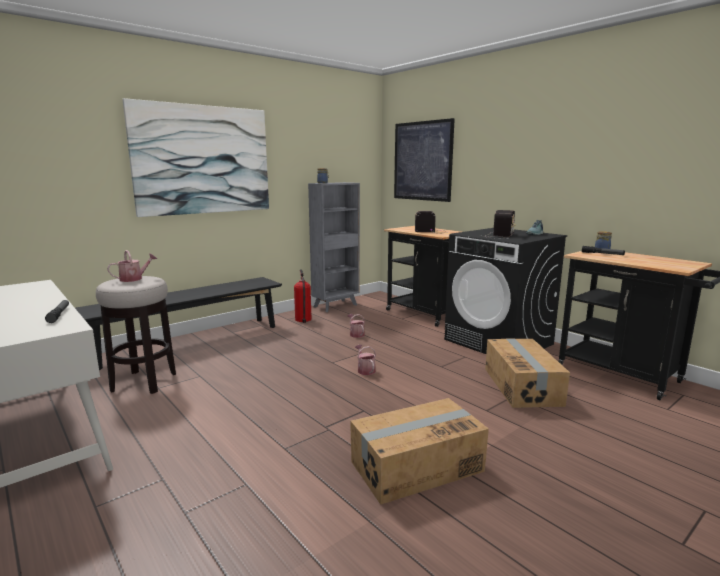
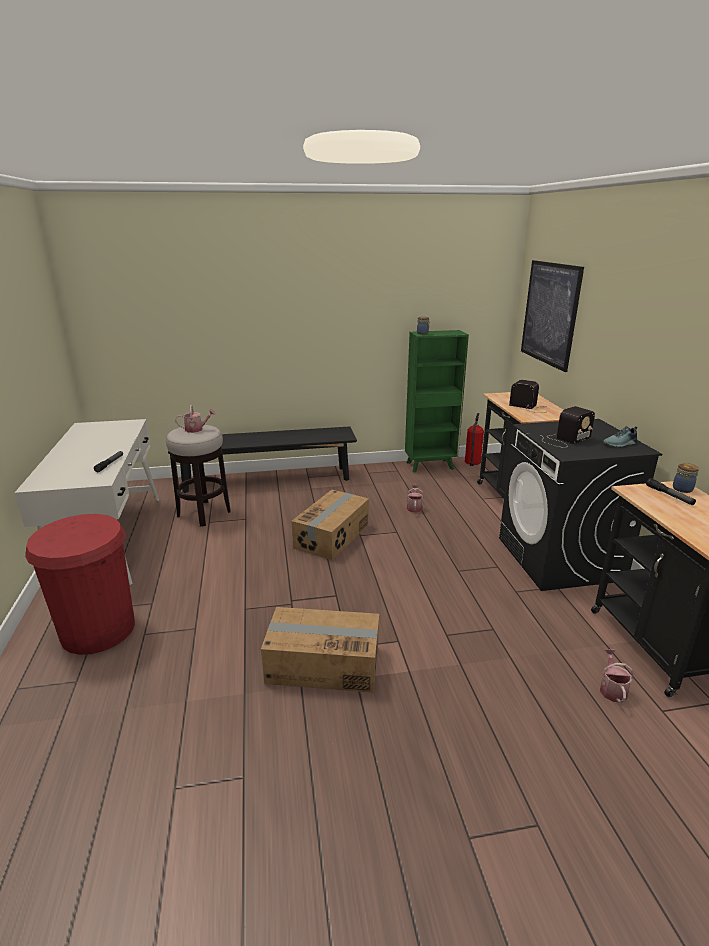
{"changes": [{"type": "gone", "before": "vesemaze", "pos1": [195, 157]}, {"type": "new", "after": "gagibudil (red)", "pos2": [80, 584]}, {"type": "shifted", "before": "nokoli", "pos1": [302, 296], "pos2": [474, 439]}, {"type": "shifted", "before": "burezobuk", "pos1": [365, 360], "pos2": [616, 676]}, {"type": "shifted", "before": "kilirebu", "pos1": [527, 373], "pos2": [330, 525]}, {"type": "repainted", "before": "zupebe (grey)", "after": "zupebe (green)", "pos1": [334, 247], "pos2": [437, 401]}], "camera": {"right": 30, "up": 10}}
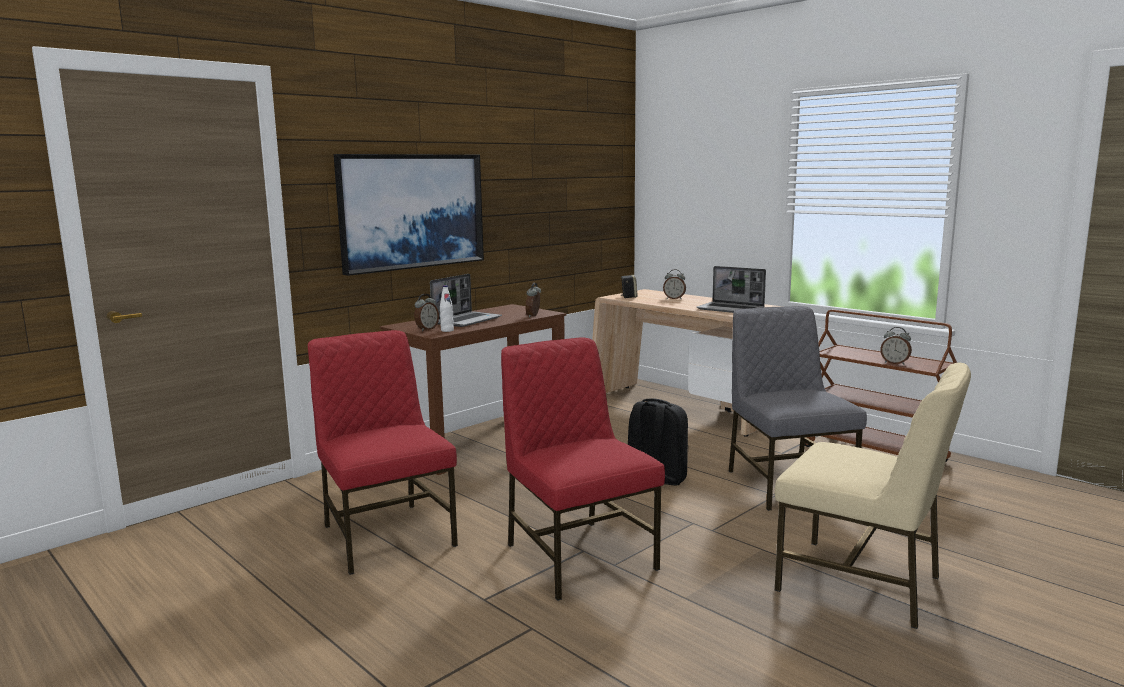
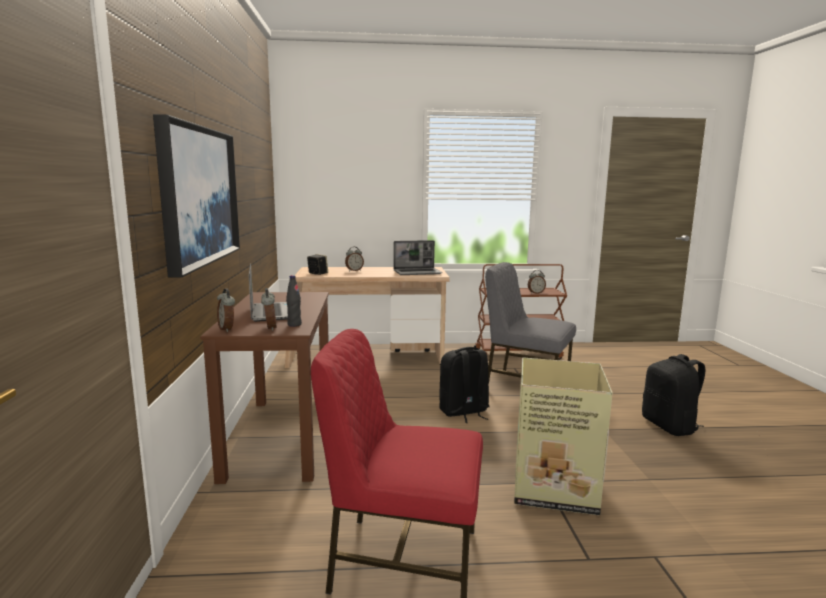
{"changes": [{"type": "shifted", "before": "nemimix", "pos1": [533, 300], "pos2": [226, 310]}, {"type": "swapped", "before": "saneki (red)", "after": "kilirebu", "pos1": [583, 469], "pos2": [563, 436]}, {"type": "swapped", "before": "saneki (beige)", "after": "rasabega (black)", "pos1": [873, 496], "pos2": [673, 395]}, {"type": "repainted", "before": "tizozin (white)", "after": "tizozin (black)", "pos1": [447, 308], "pos2": [294, 301]}], "camera": {"right": -50, "up": 0}}
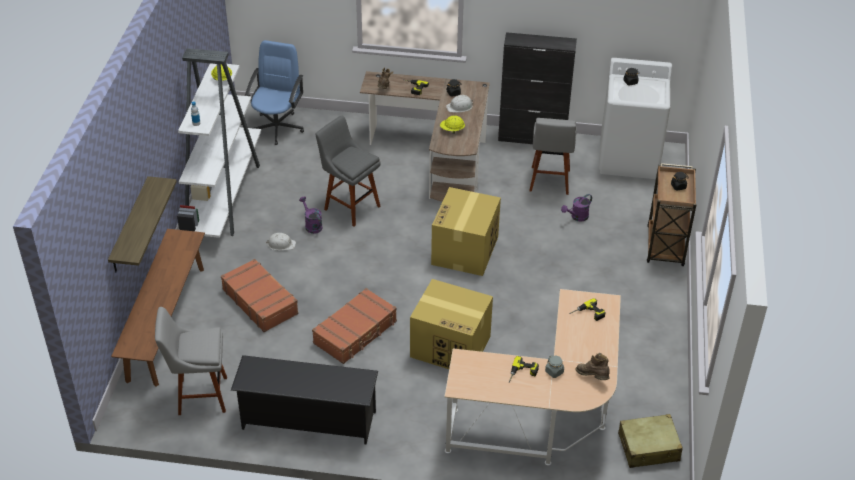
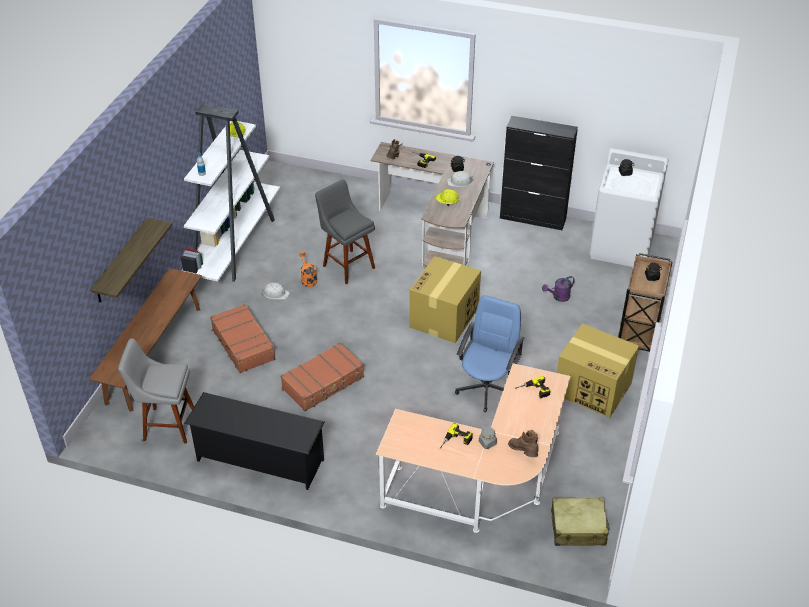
{"changes": [{"type": "gone", "before": "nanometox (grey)", "pos1": [552, 156]}, {"type": "shifted", "before": "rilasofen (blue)", "pos1": [274, 92], "pos2": [489, 353]}, {"type": "shifted", "before": "kilirebu", "pos1": [451, 324], "pos2": [598, 370]}, {"type": "repainted", "before": "burezobuk (purple)", "after": "burezobuk (orange)", "pos1": [311, 215], "pos2": [308, 269]}], "camera": {"right": 10, "up": 0}}
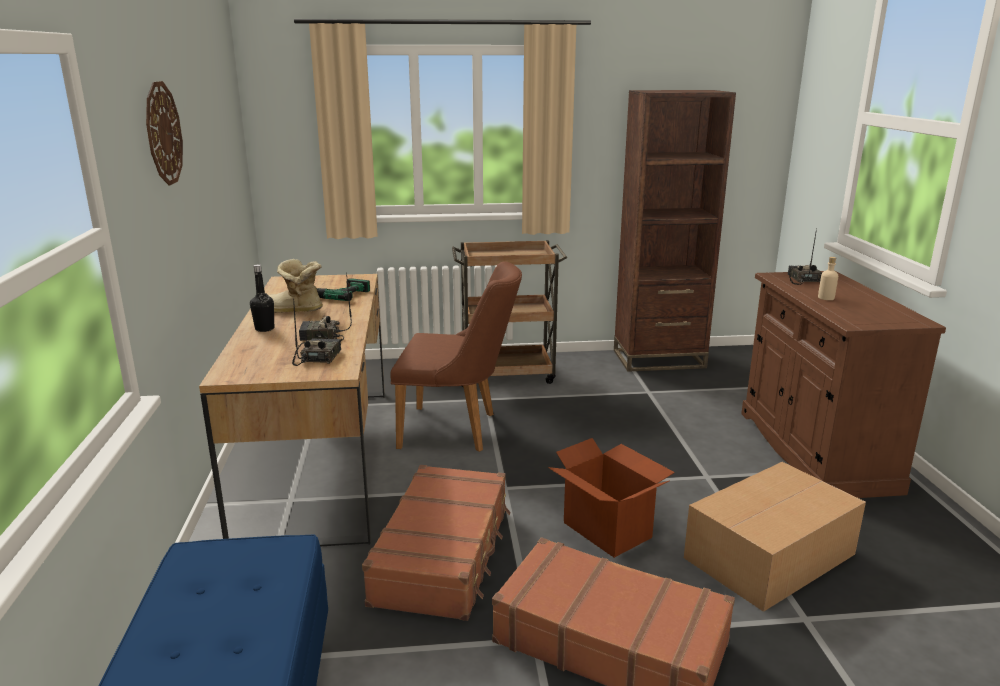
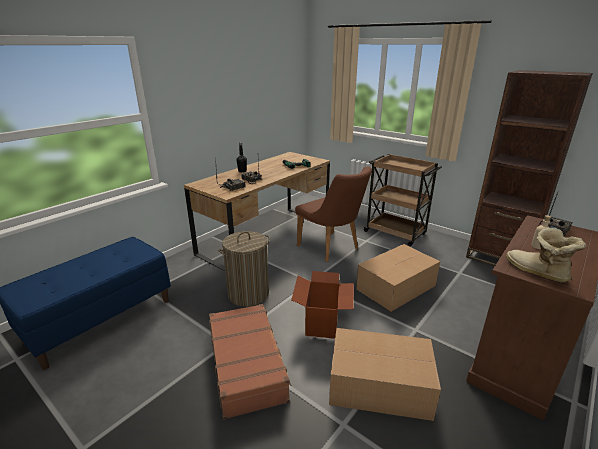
{"changes": [{"type": "gone", "before": "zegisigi", "pos1": [164, 133]}, {"type": "new", "after": "kilirebu", "pos2": [398, 278]}, {"type": "shifted", "before": "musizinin", "pos1": [296, 286], "pos2": [546, 255]}, {"type": "swapped", "before": "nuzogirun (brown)", "after": "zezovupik", "pos1": [436, 543], "pos2": [244, 268]}], "camera": {"right": 45, "up": 5}}
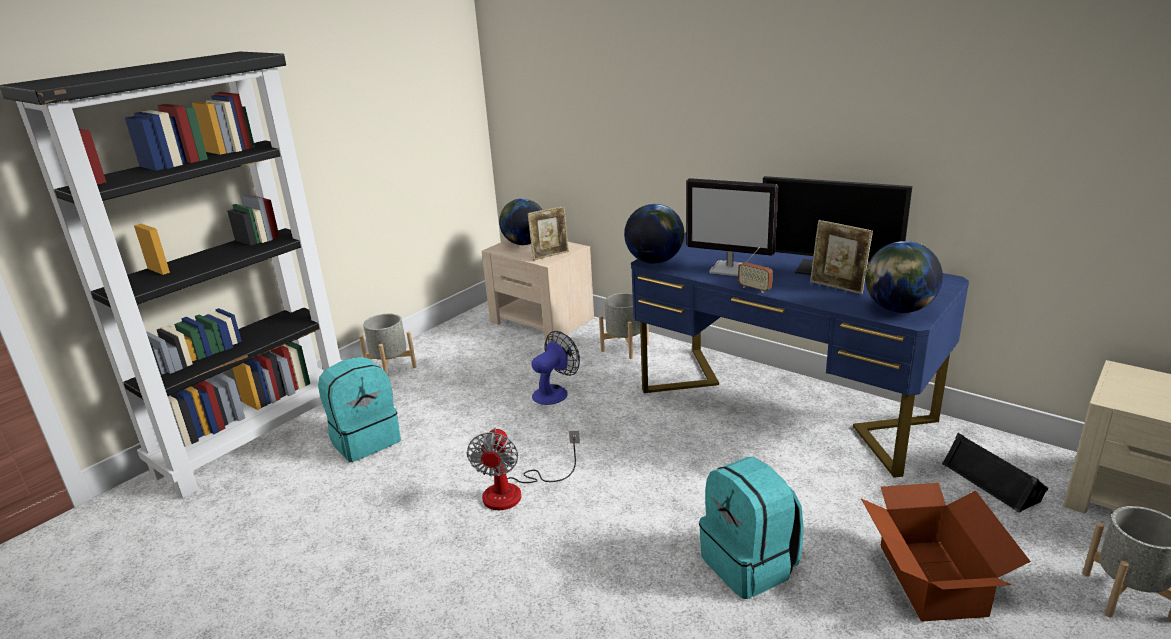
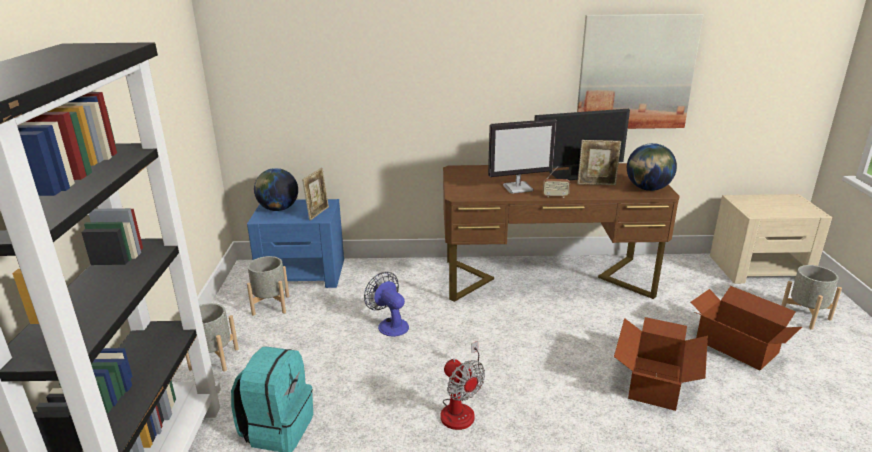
{"changes": [{"type": "gone", "before": "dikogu", "pos1": [654, 234]}, {"type": "gone", "before": "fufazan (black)", "pos1": [995, 473]}, {"type": "new", "after": "vesemaze", "pos2": [640, 71]}, {"type": "shifted", "before": "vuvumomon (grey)", "pos1": [624, 326], "pos2": [268, 286]}, {"type": "swapped", "before": "rasabega (turquoise)", "after": "kilirebu", "pos1": [751, 528], "pos2": [661, 364]}, {"type": "repainted", "before": "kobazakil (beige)", "after": "kobazakil (blue)", "pos1": [538, 291], "pos2": [295, 243]}, {"type": "repainted", "before": "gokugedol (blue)", "after": "gokugedol (brown)", "pos1": [800, 355], "pos2": [561, 232]}, {"type": "rotated", "before": "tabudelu", "pos1": [556, 368], "pos2": [386, 304], "turn": -45}], "camera": {"right": -40, "up": 0}}
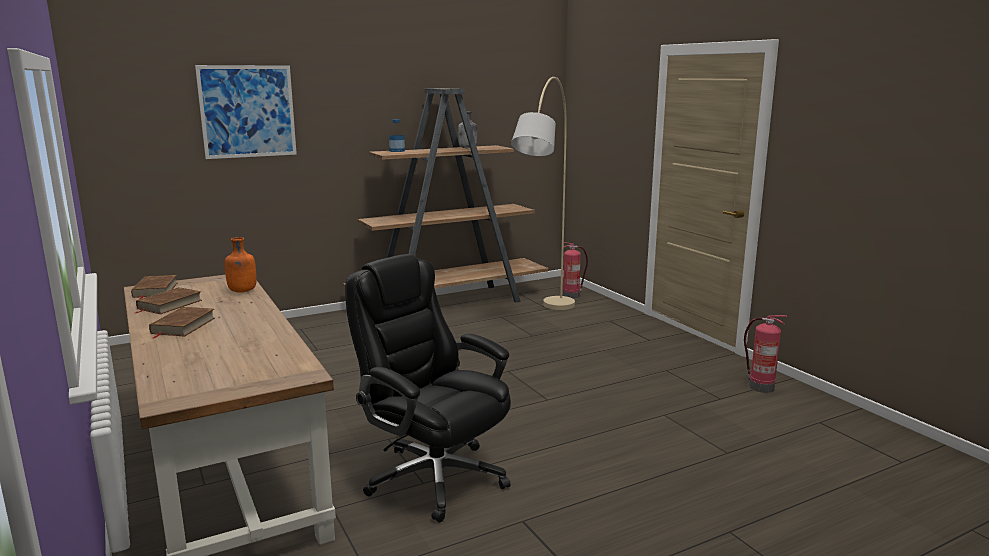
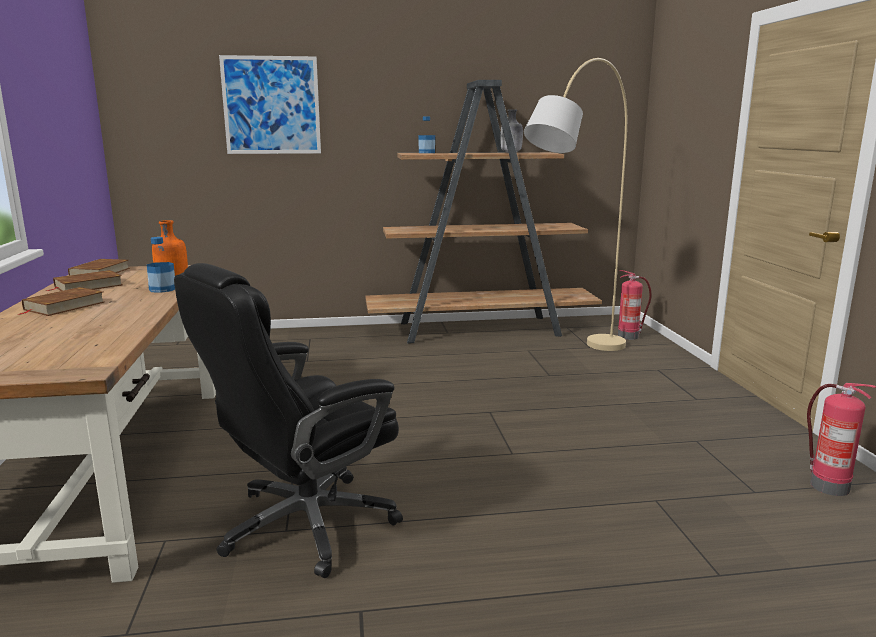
{"changes": [{"type": "new", "after": "tizozin", "pos2": [161, 265]}, {"type": "rotated", "before": "rilasofen (black)", "pos1": [428, 388], "pos2": [288, 420], "turn": -105}], "camera": {"right": 20, "up": 0}}
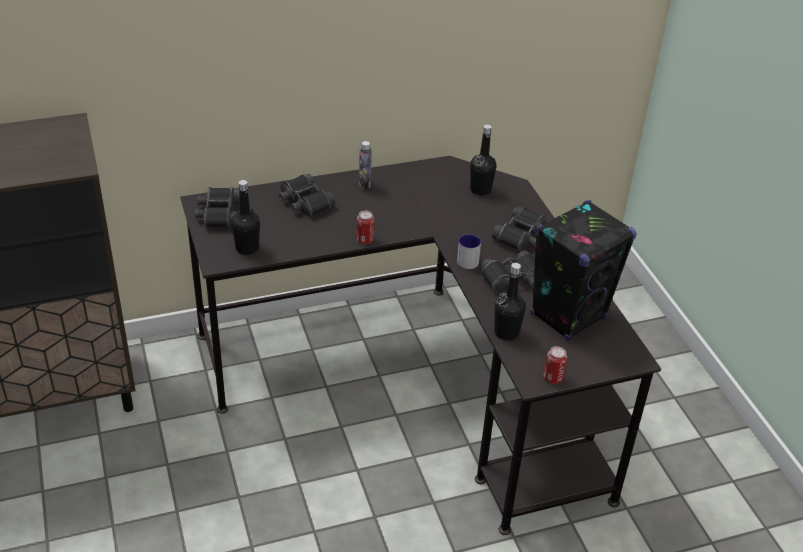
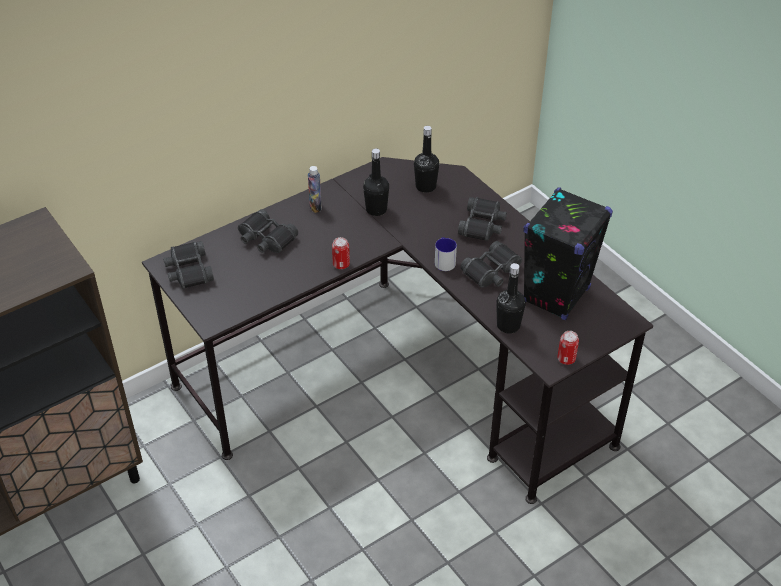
{"changes": [{"type": "shifted", "before": "tizozin (black)", "pos1": [245, 217], "pos2": [376, 182]}], "camera": {"right": -15, "up": 5}}
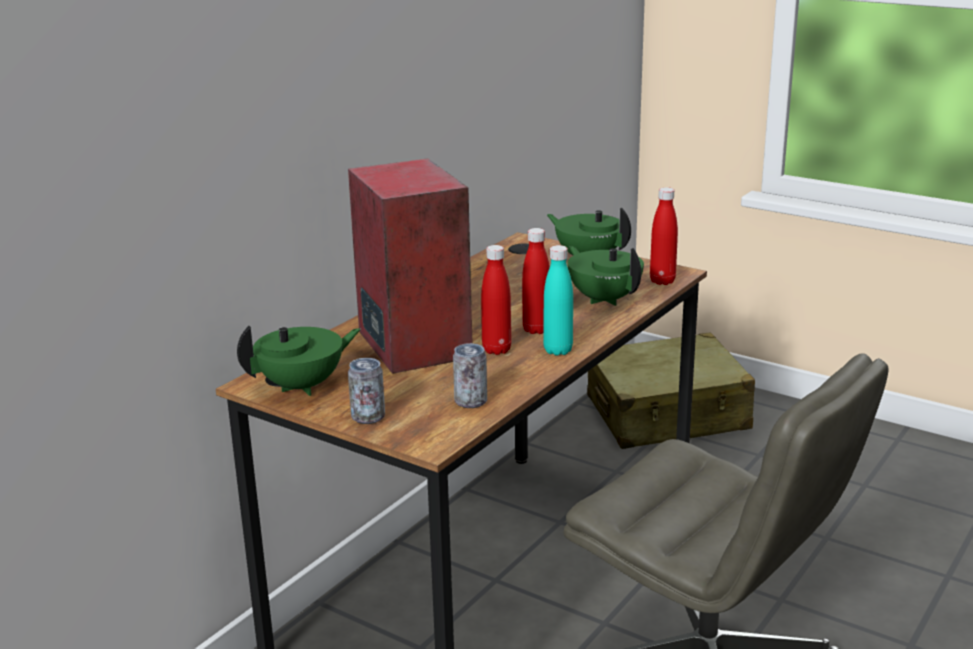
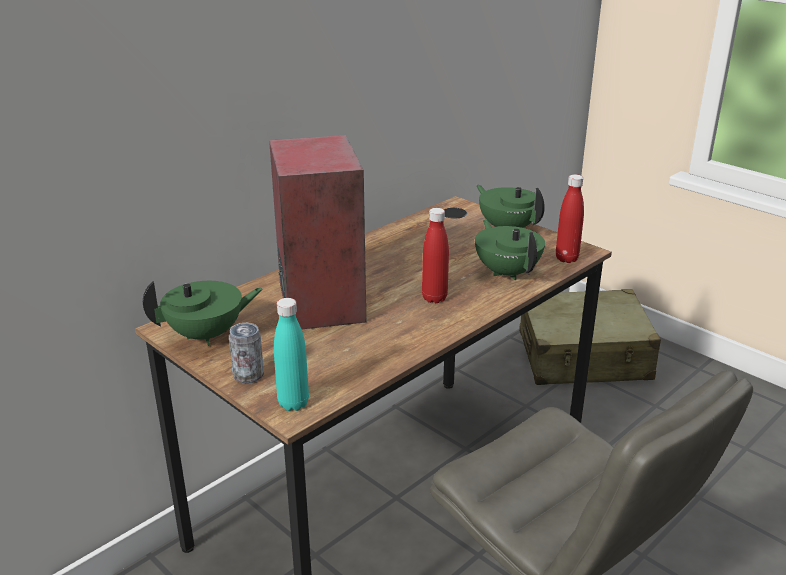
{"changes": [{"type": "gone", "before": "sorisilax", "pos1": [470, 375]}, {"type": "gone", "before": "tizozin (red)", "pos1": [496, 300]}, {"type": "shifted", "before": "tizozin (turquoise)", "pos1": [558, 300], "pos2": [291, 354]}], "camera": {"right": 10, "up": 5}}
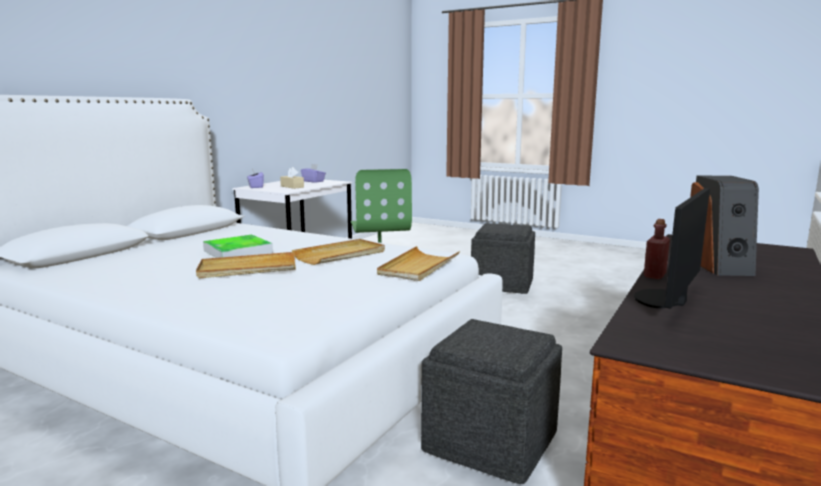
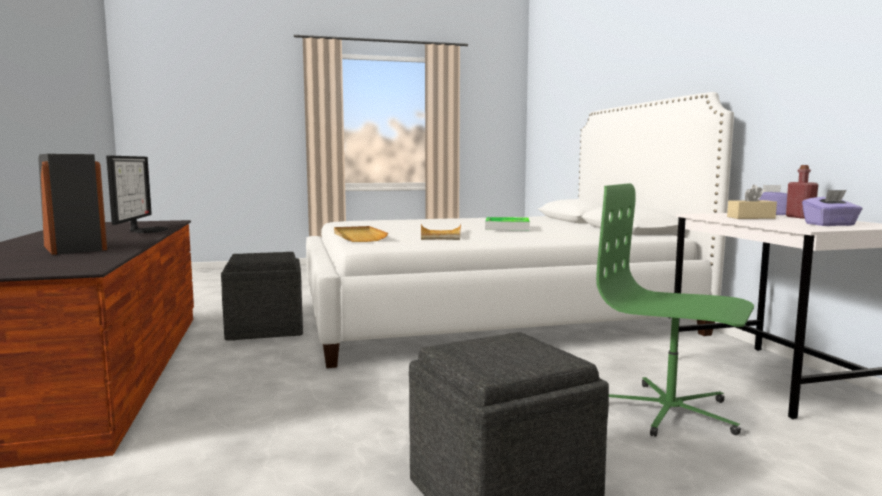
{"changes": [{"type": "gone", "before": "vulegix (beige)", "pos1": [246, 265]}, {"type": "shifted", "before": "tizozin (red)", "pos1": [657, 249], "pos2": [802, 192]}], "camera": {"right": 135, "up": -5}}
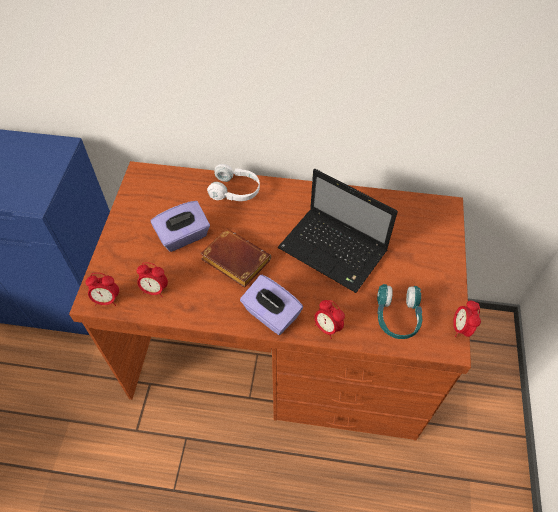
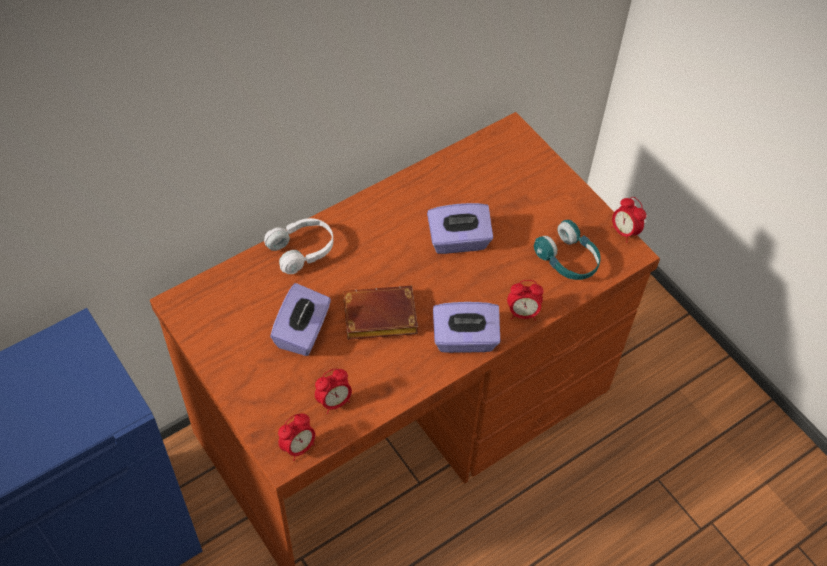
{"changes": [{"type": "swapped", "before": "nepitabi", "after": "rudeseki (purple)", "pos1": [338, 231], "pos2": [460, 228]}], "camera": {"right": -45, "up": 0}}
